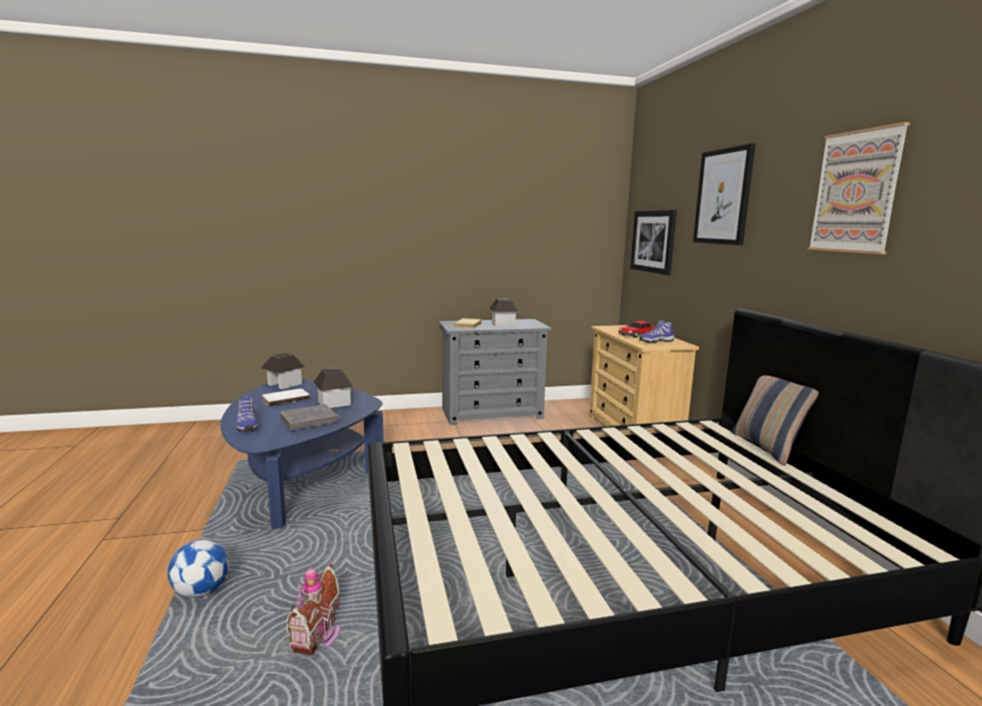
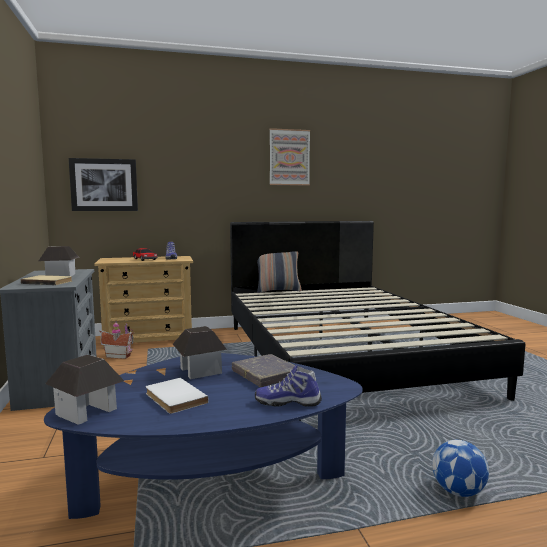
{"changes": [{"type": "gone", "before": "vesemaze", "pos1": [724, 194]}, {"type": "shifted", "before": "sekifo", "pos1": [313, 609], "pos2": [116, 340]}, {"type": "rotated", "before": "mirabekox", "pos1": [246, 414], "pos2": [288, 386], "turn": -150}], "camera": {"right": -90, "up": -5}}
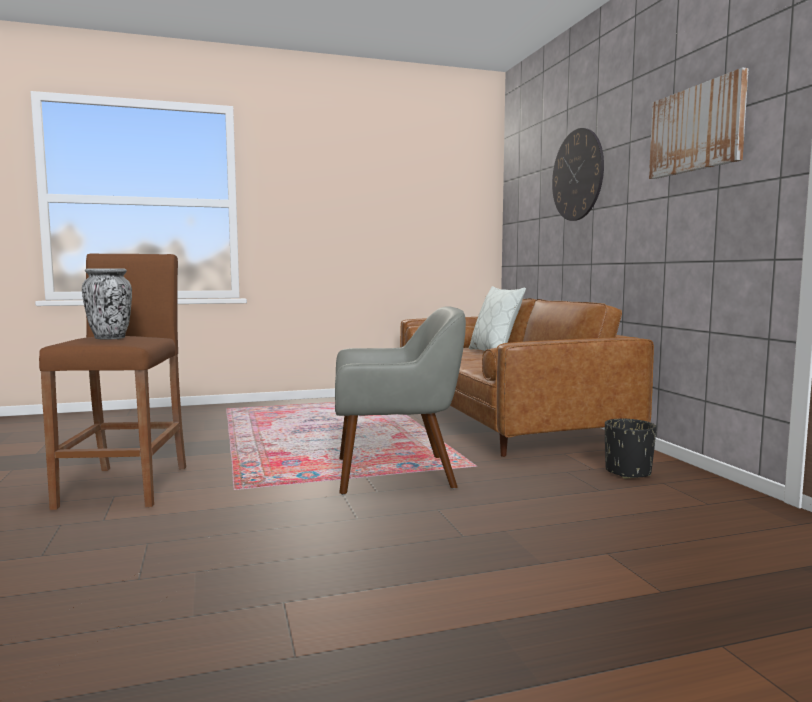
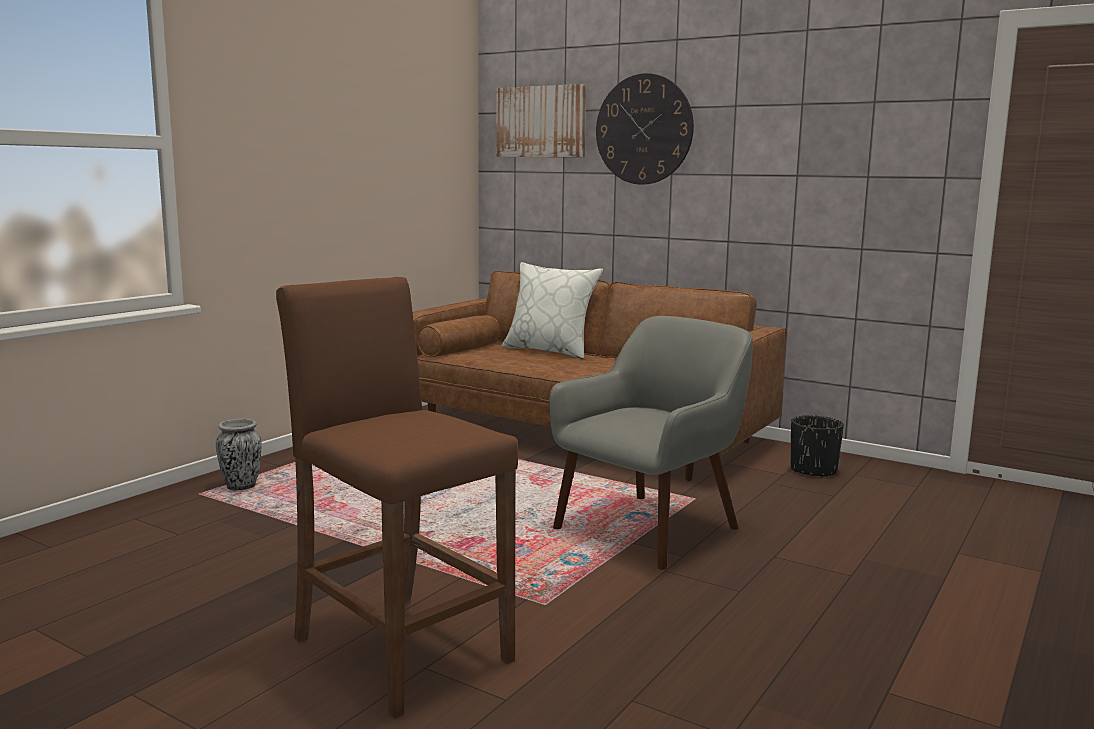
{"changes": [{"type": "shifted", "before": "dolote", "pos1": [107, 304], "pos2": [239, 454]}, {"type": "shifted", "before": "vesemaze", "pos1": [699, 123], "pos2": [541, 120]}], "camera": {"right": -40, "up": 5}}
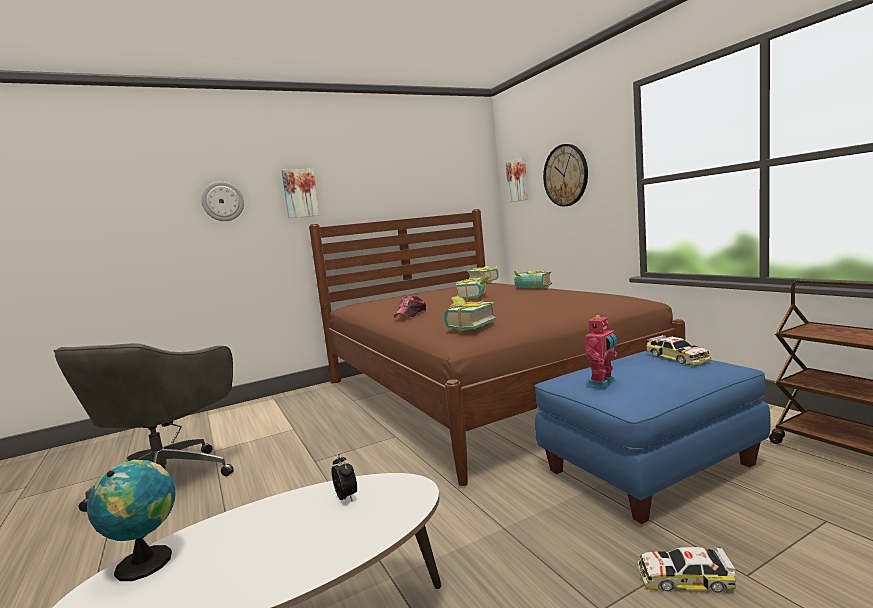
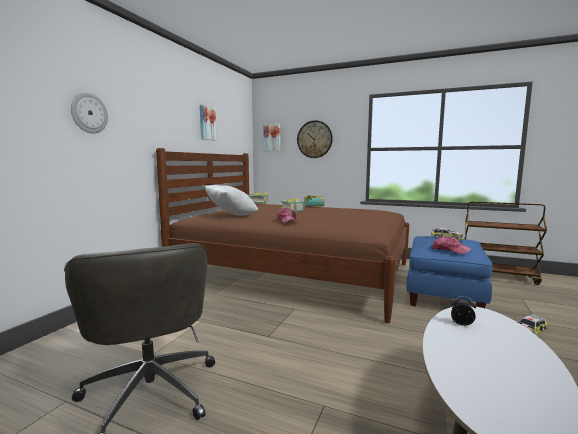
{"changes": [{"type": "gone", "before": "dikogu", "pos1": [131, 520]}, {"type": "gone", "before": "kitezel", "pos1": [470, 314]}, {"type": "new", "after": "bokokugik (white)", "pos2": [231, 200]}, {"type": "shifted", "before": "vesemaze", "pos1": [300, 193], "pos2": [208, 123]}, {"type": "swapped", "before": "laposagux", "after": "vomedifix", "pos1": [601, 351], "pos2": [451, 245]}], "camera": {"right": -40, "up": 0}}
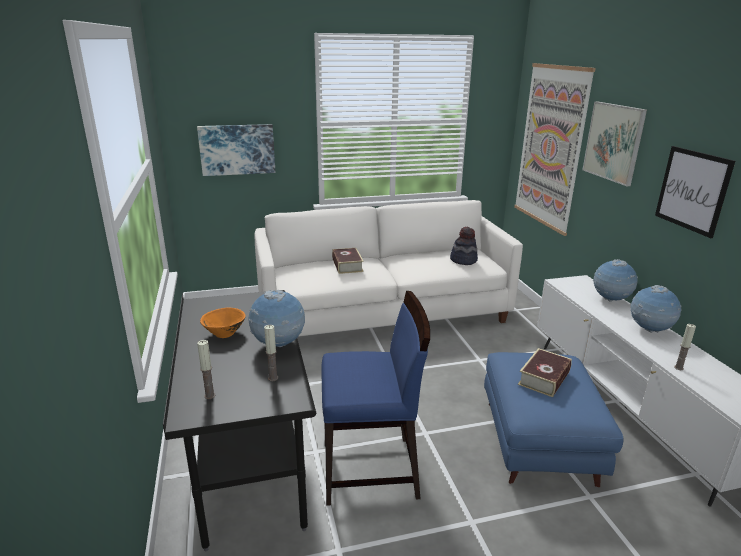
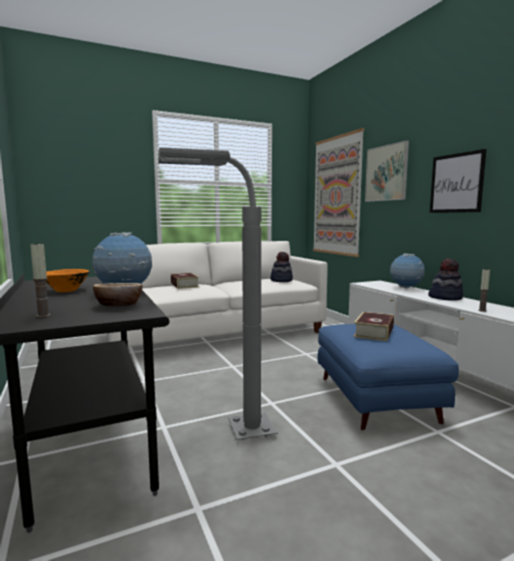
{"changes": [{"type": "gone", "before": "vesemaze", "pos1": [236, 150]}, {"type": "swapped", "before": "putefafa", "after": "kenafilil", "pos1": [271, 353], "pos2": [117, 294]}, {"type": "swapped", "before": "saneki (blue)", "after": "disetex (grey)", "pos1": [375, 398], "pos2": [218, 293]}, {"type": "swapped", "before": "dikogu", "after": "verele", "pos1": [656, 309], "pos2": [445, 279]}], "camera": {"right": -10, "up": -15}}
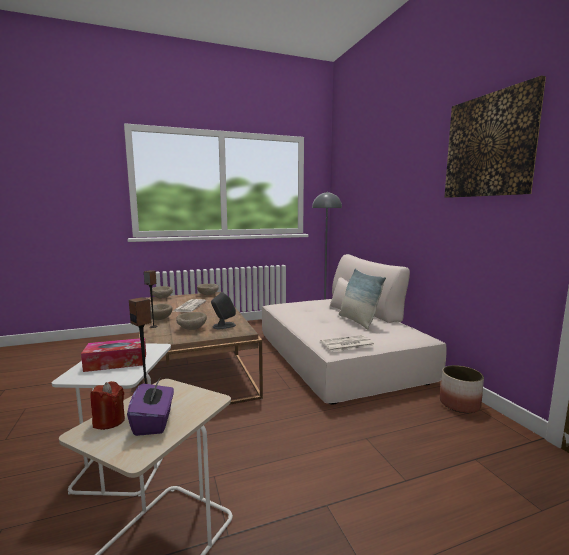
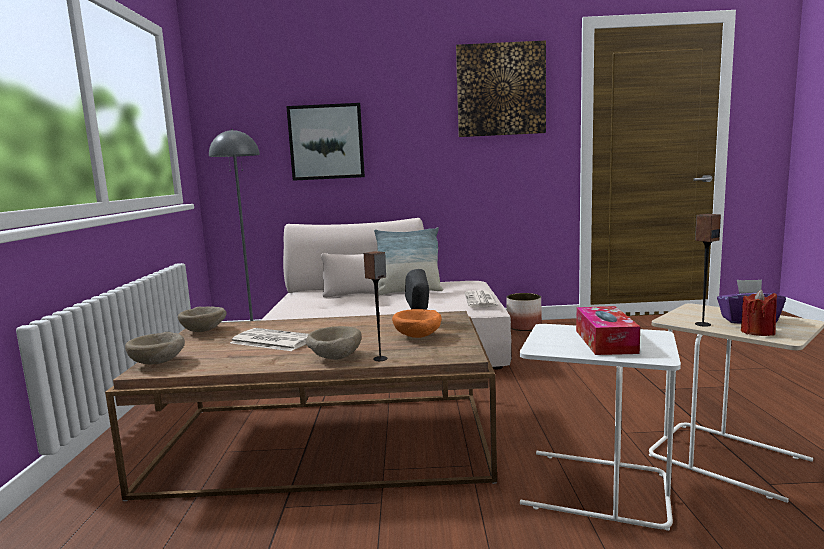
{"changes": [{"type": "new", "after": "vesemaze", "pos2": [325, 142]}, {"type": "repainted", "before": "kenafilil (beige)", "after": "kenafilil (orange)", "pos1": [191, 321], "pos2": [417, 323]}], "camera": {"right": -70, "up": 0}}
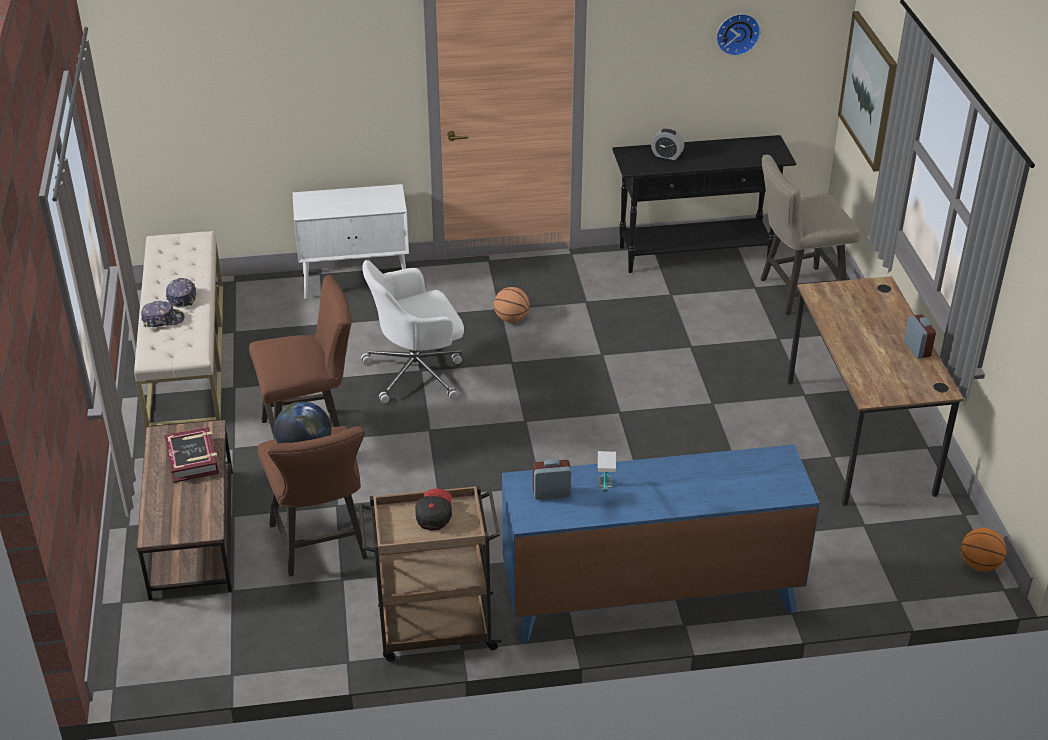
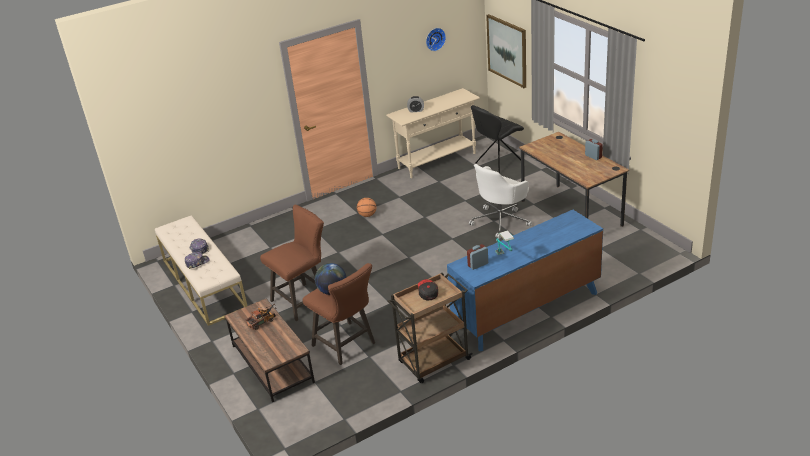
{"changes": [{"type": "gone", "before": "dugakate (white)", "pos1": [351, 241]}, {"type": "gone", "before": "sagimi", "pos1": [984, 550]}, {"type": "shifted", "before": "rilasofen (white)", "pos1": [412, 332], "pos2": [500, 201]}, {"type": "swapped", "before": "kitezel", "after": "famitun", "pos1": [191, 455], "pos2": [261, 317]}, {"type": "swapped", "before": "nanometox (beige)", "after": "saneki (black)", "pos1": [811, 235], "pos2": [497, 139]}, {"type": "repainted", "before": "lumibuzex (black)", "after": "lumibuzex (beige)", "pos1": [704, 204], "pos2": [433, 133]}], "camera": {"right": -20, "up": -5}}
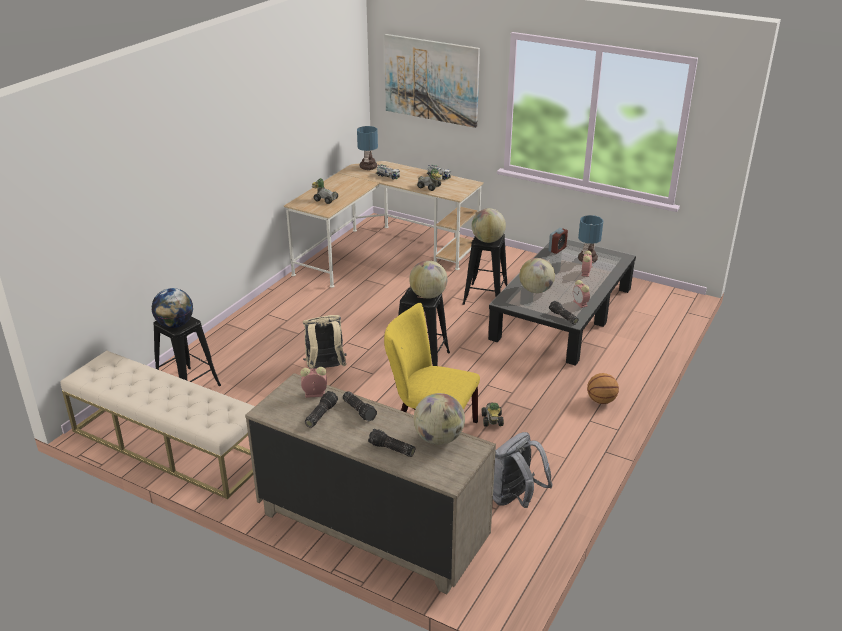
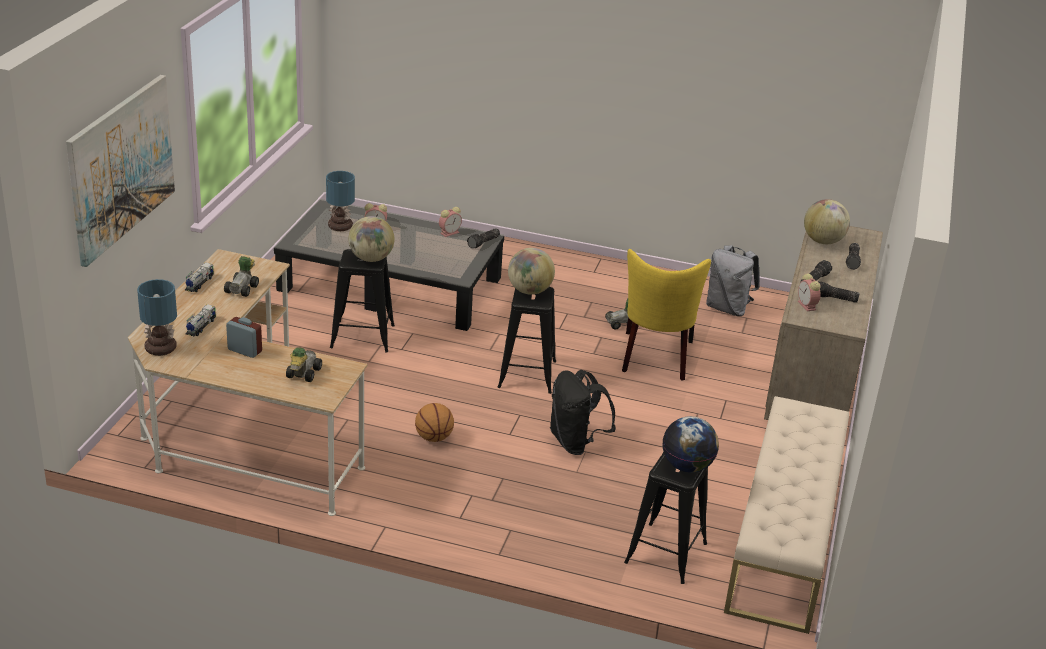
{"changes": [{"type": "gone", "before": "dikogu", "pos1": [537, 275]}, {"type": "shifted", "before": "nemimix", "pos1": [558, 241], "pos2": [244, 337]}, {"type": "shifted", "before": "sagimi", "pos1": [603, 388], "pos2": [434, 422]}, {"type": "repainted", "before": "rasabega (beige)", "after": "rasabega (black)", "pos1": [325, 342], "pos2": [583, 412]}], "camera": {"right": -105, "up": 0}}
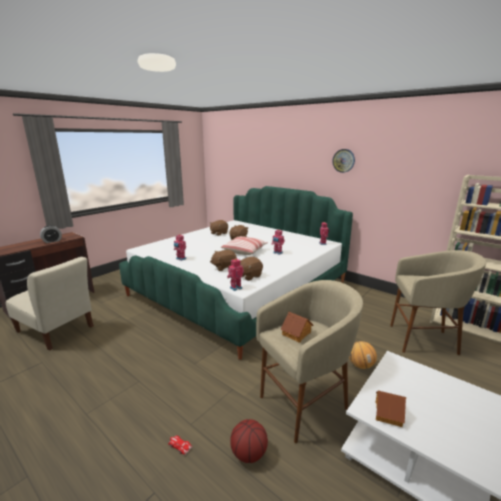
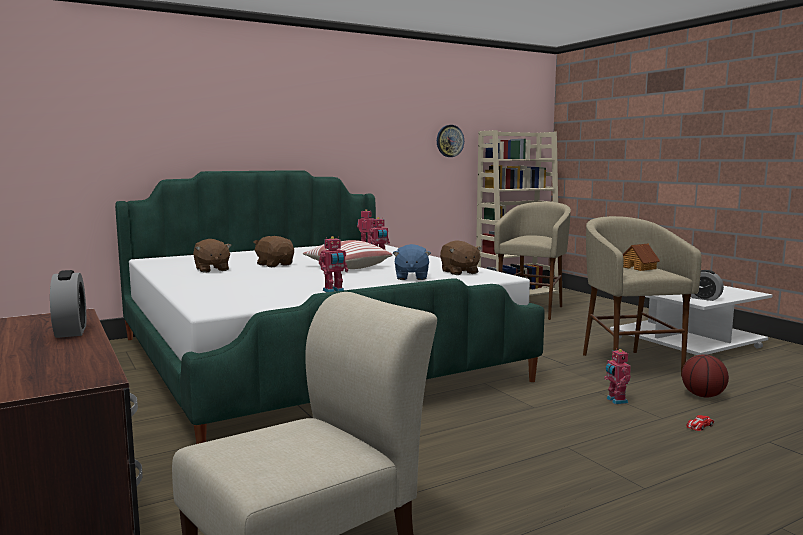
{"changes": [{"type": "gone", "before": "sagimi", "pos1": [363, 355]}, {"type": "shifted", "before": "laposagux", "pos1": [235, 274], "pos2": [617, 376]}, {"type": "shifted", "before": "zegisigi", "pos1": [344, 161], "pos2": [450, 141]}, {"type": "swapped", "before": "sekifo", "after": "nemimix", "pos1": [391, 409], "pos2": [707, 285]}, {"type": "repainted", "before": "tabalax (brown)", "after": "tabalax (blue)", "pos1": [223, 260], "pos2": [412, 262]}], "camera": {"right": -70, "up": -10}}
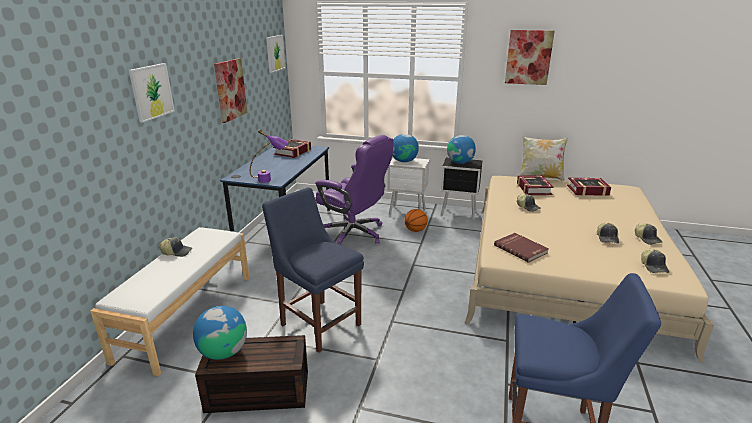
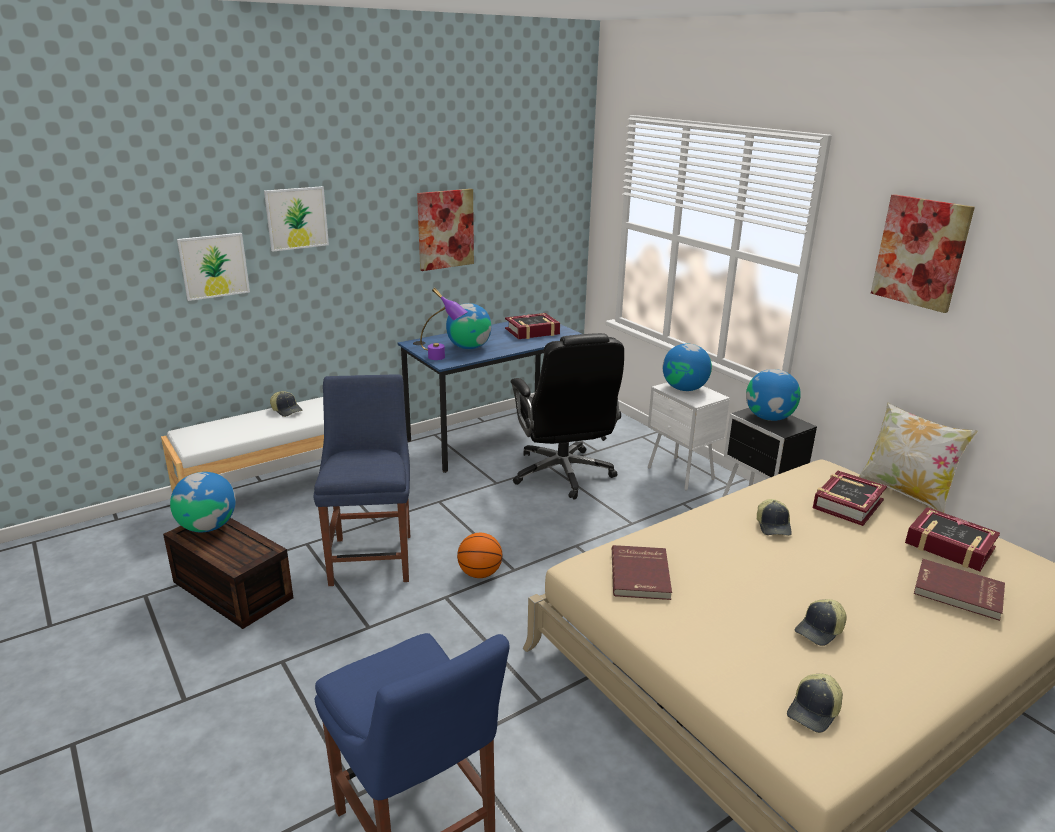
{"changes": [{"type": "gone", "before": "vomedifix", "pos1": [649, 234]}, {"type": "new", "after": "dikogu", "pos2": [468, 326]}, {"type": "new", "after": "kitezel (red)", "pos2": [959, 590]}, {"type": "shifted", "before": "vesemaze", "pos1": [276, 54], "pos2": [213, 267]}, {"type": "shifted", "before": "sagimi", "pos1": [416, 220], "pos2": [479, 555]}, {"type": "repainted", "before": "rilasofen (purple)", "after": "rilasofen (black)", "pos1": [354, 190], "pos2": [567, 416]}], "camera": {"right": 40, "up": 0}}
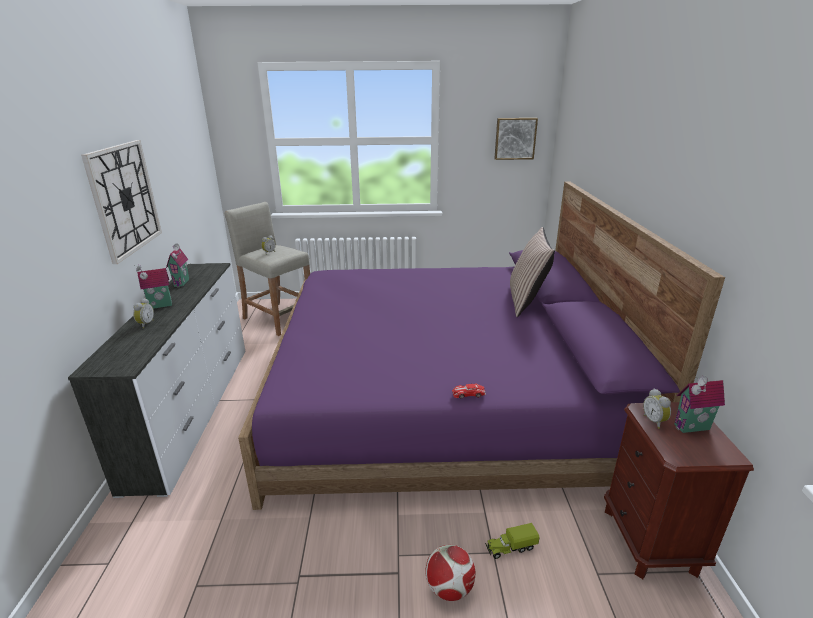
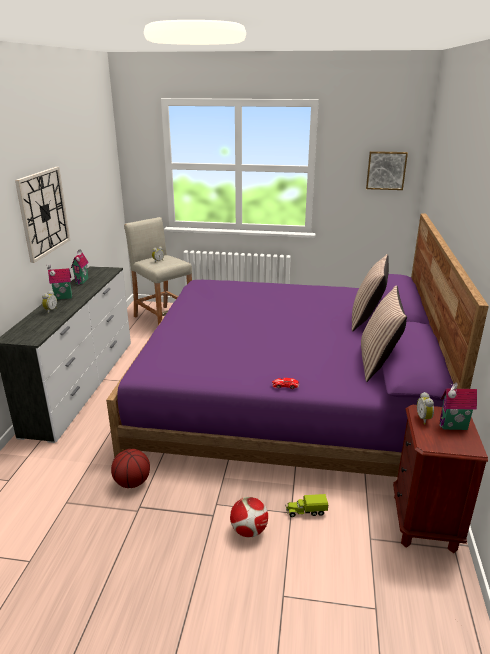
{"changes": [{"type": "new", "after": "sagimi", "pos2": [130, 468]}, {"type": "new", "after": "bokokugik", "pos2": [384, 333]}], "camera": {"right": 10, "up": 0}}
